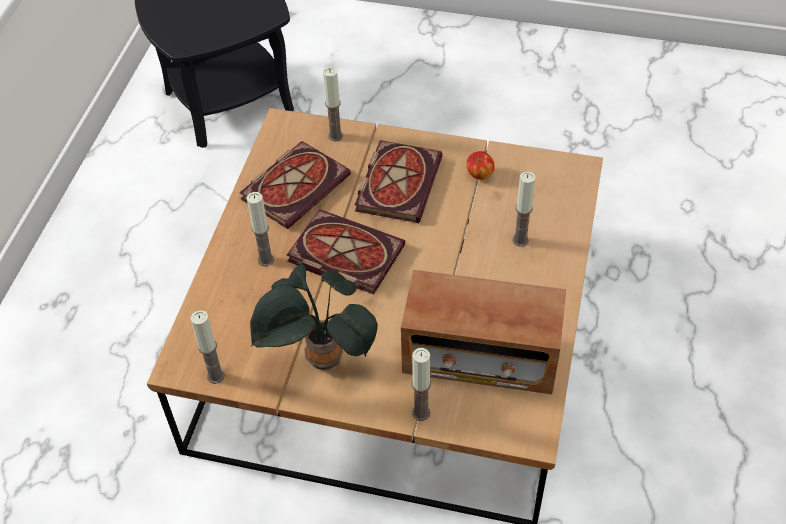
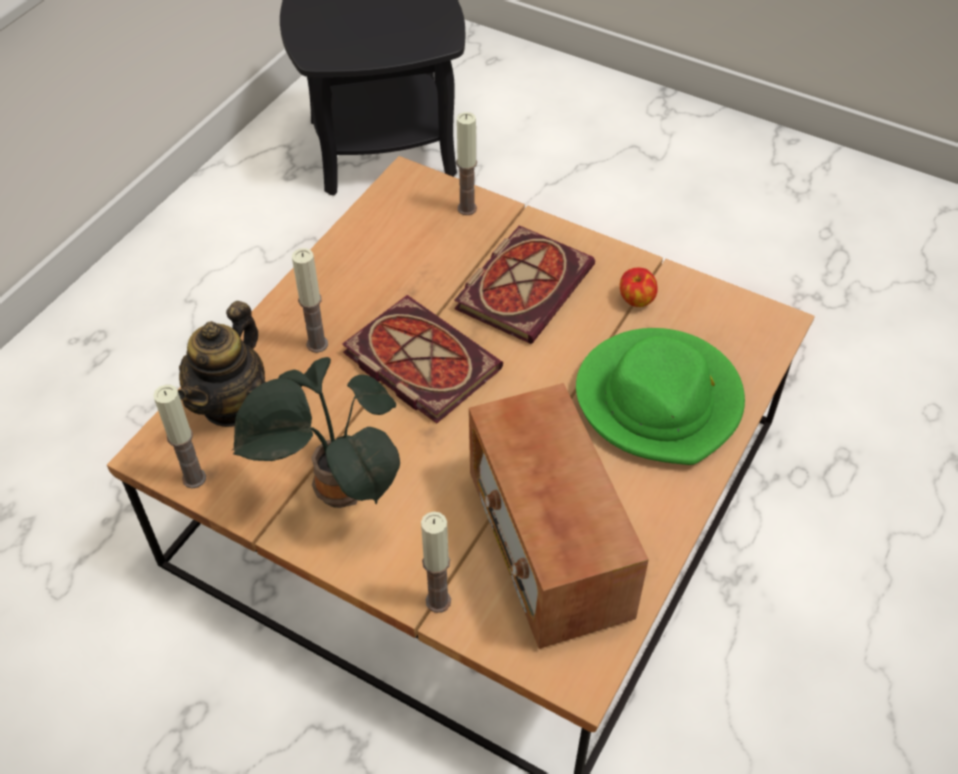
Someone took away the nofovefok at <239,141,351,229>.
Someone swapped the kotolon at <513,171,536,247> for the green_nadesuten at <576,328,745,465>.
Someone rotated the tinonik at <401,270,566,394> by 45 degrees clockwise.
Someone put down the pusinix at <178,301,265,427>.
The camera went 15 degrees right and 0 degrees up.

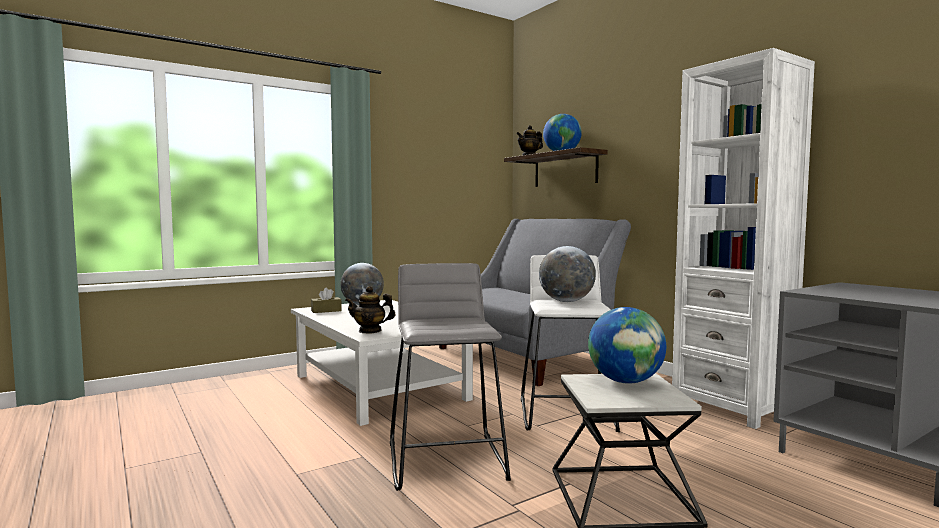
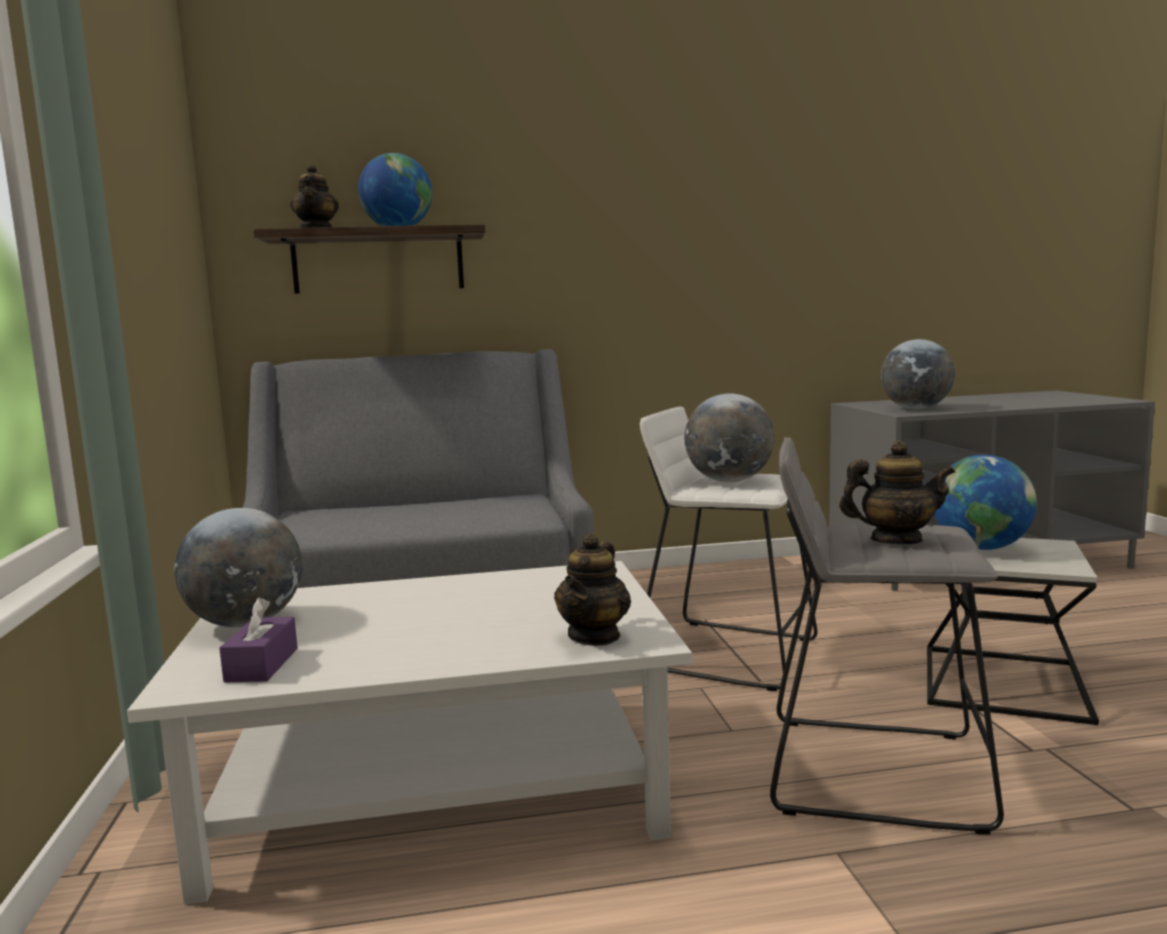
Someone took away the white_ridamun at <672,48,815,429>.
Someone repainted the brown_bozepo at <311,288,342,313>, which became the purple_bozepo at <219,598,298,683>.
Someone put down the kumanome at <880,339,955,409>.
Someone put down the pusinix at <839,441,955,544>.
The camera went 65 degrees left and 5 degrees up.

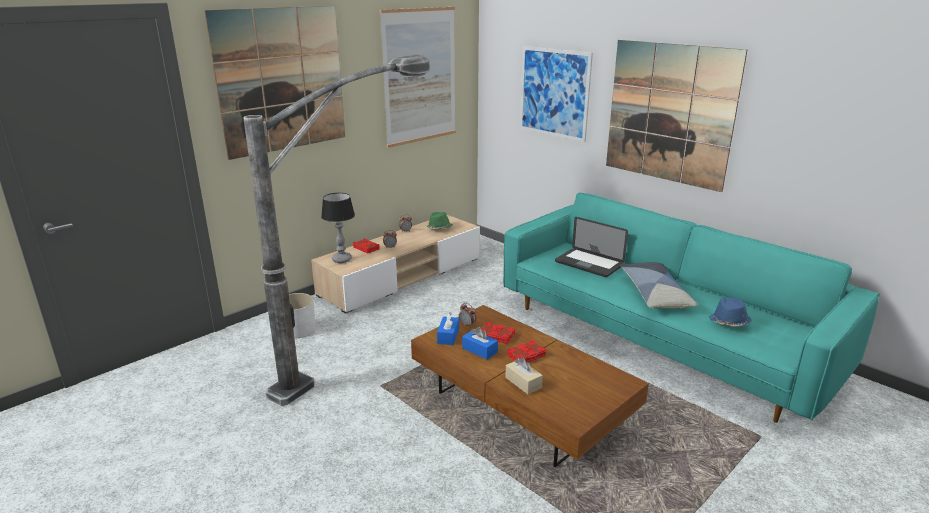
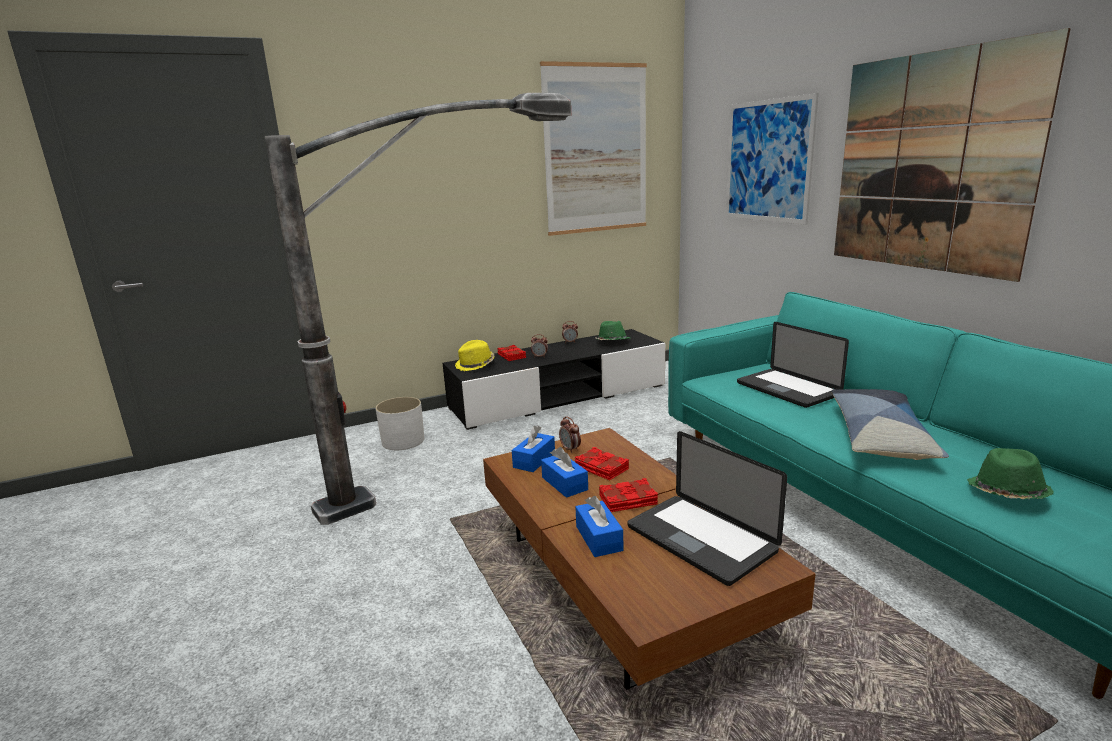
Someone took away the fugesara at <204,6,345,160>.
Someone swapped the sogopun at <321,193,355,263> for the yellow_nadesuten at <455,340,494,371>.
Someone repainted the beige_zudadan at <311,215,480,314>, which became the black_zudadan at <443,329,665,430>.
Someone repainted the blue_nadesuten at <709,298,751,326>, which became the green_nadesuten at <967,448,1054,499>.
Someone repainted the beige_bozepo at <505,357,543,394>, which became the blue_bozepo at <576,496,623,557>.
Someone put down the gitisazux at <628,431,787,586>.
The camera went 20 degrees right and 5 degrees down.

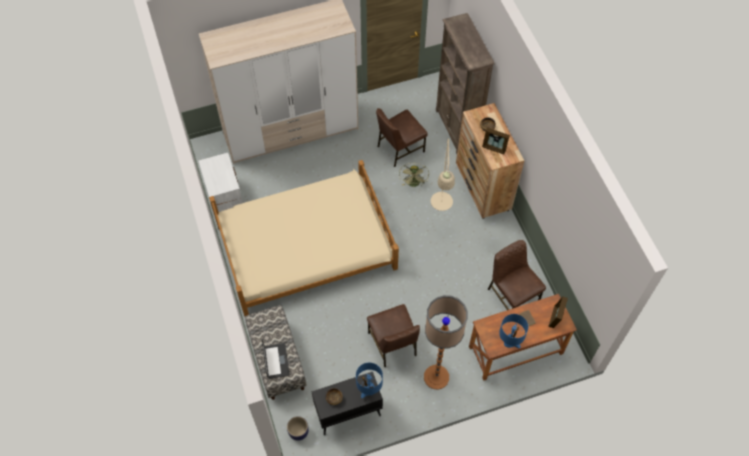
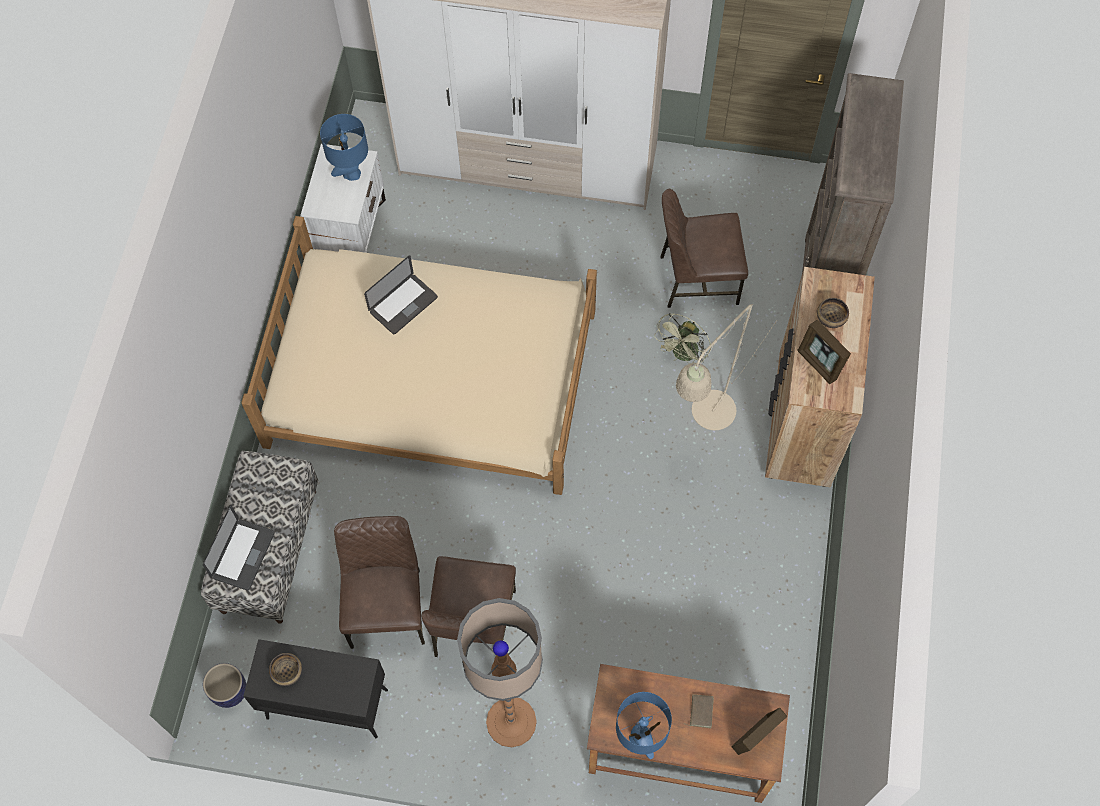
Someone carried the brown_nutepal from <488,240,546,310> to <334,516,425,649>.
Someone carried the blue_sogopun from <356,363,383,398> to <320,114,368,181>.
Someone put down the gitisazux at <364,255,438,334>.
The camera went 30 degrees right and 5 degrees up.

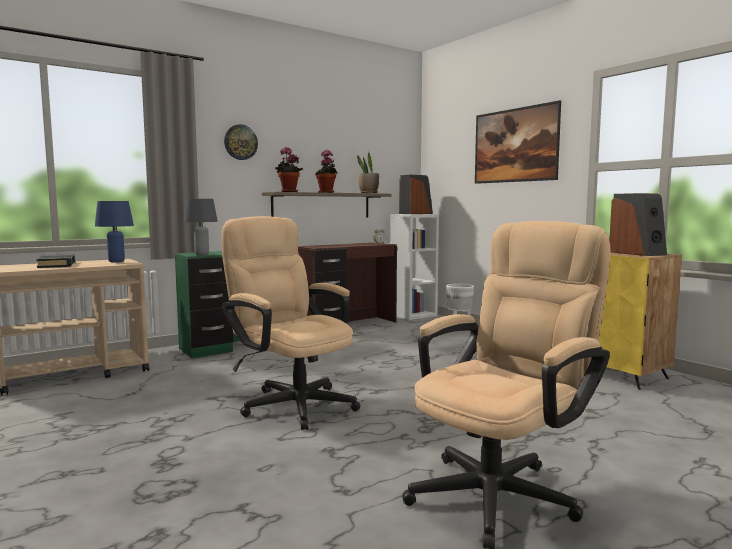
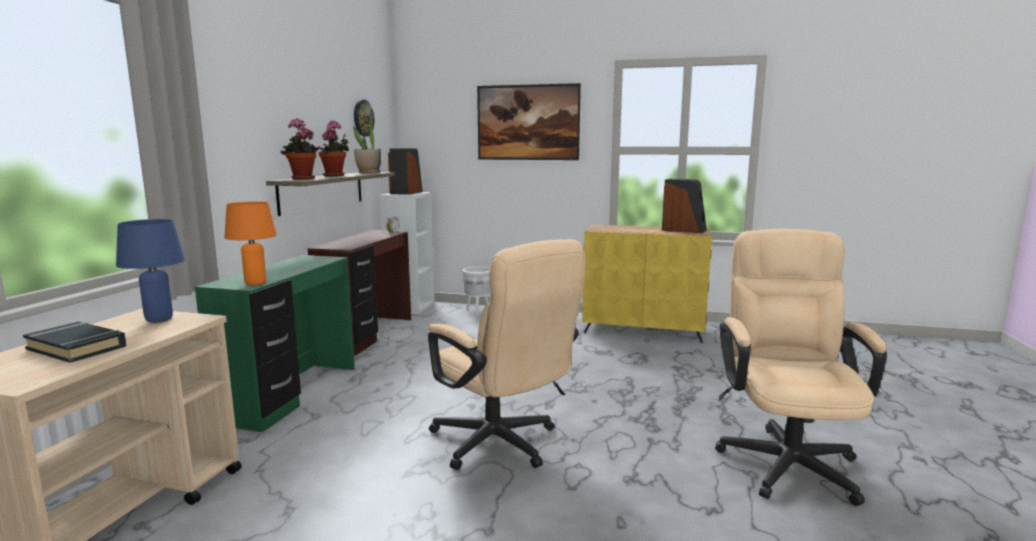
Someone carried the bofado from <224,124,258,160> to <354,99,374,136>.
Someone repainted the grey_sogopun at <184,199,218,255>, which became the orange_sogopun at <224,201,277,286>.
Someone rotated the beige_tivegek at <221,216,360,430> by 135 degrees counterclockwise.
The camera went 40 degrees left and 5 degrees up.

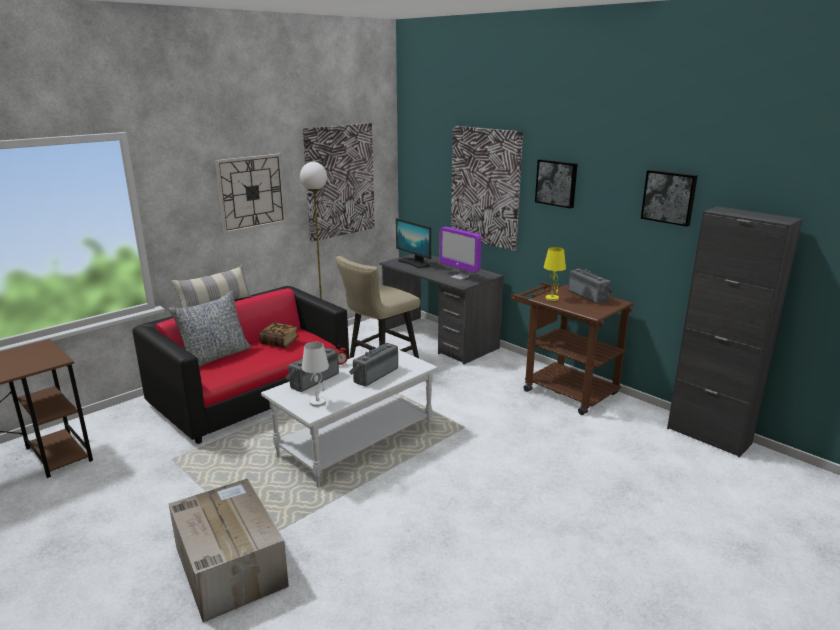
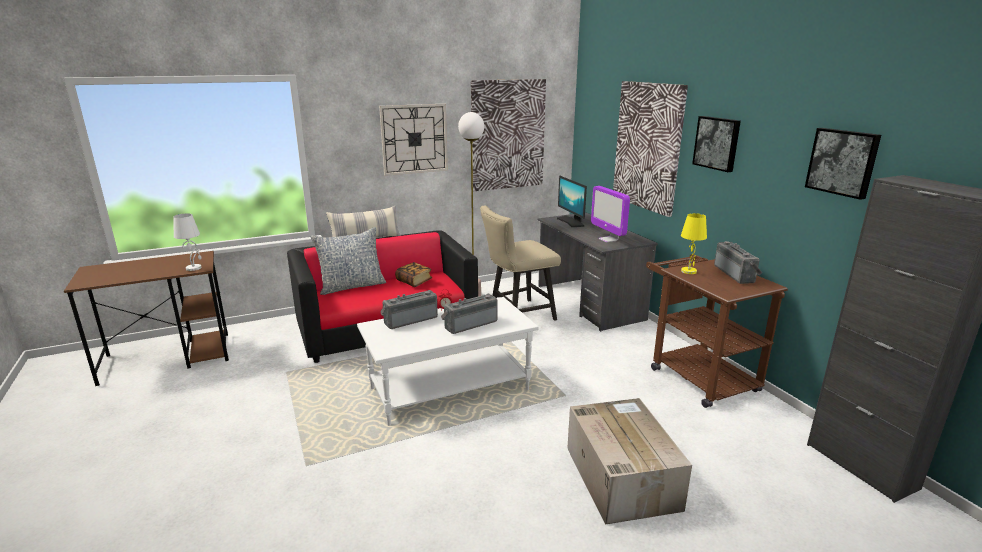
Someone carried the white_sogopun from <302,342,329,407> to <173,213,202,271>.
Someone carried the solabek from <169,478,289,622> to <567,398,692,525>.
The camera went 20 degrees right and 0 degrees up.

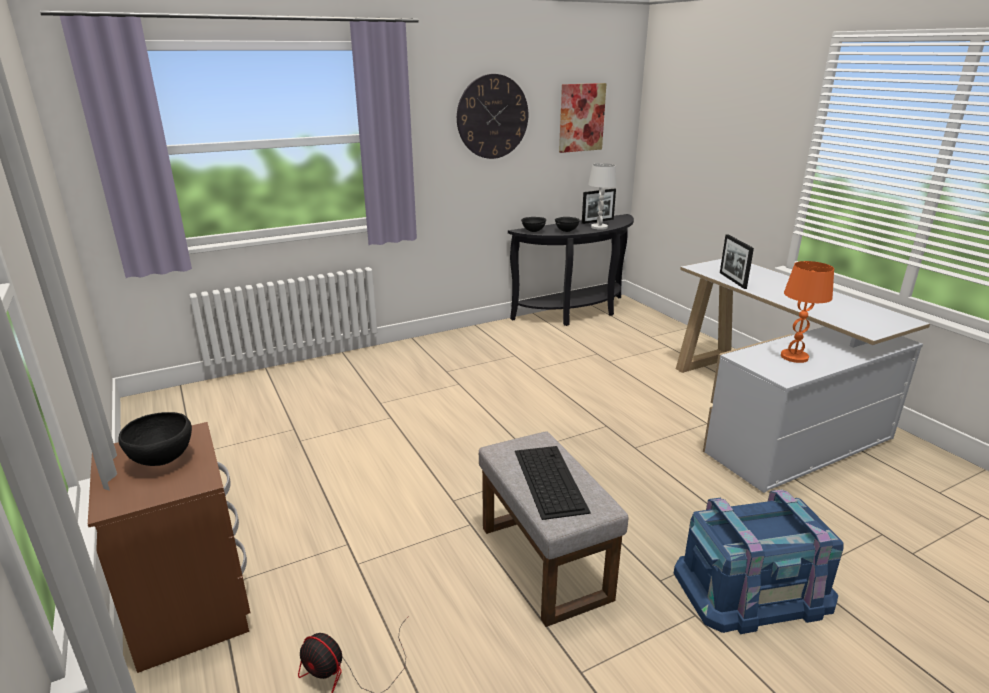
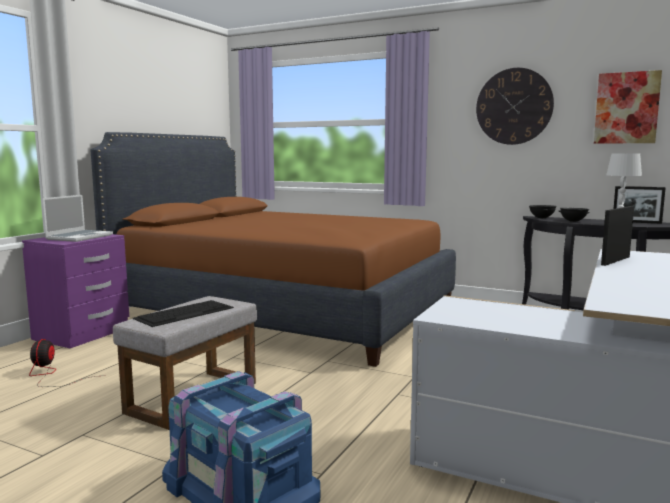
Someone took away the orange_sogopun at <781,261,834,363>.
Someone swapped the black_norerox at <118,412,192,466> for the gitisazux at <42,195,113,242>.
Someone repainted the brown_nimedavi at <88,422,251,673>, which became the purple_nimedavi at <22,234,129,348>.
Someone put down the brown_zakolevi at <91,132,456,367>.
The camera went 55 degrees right and 15 degrees down.

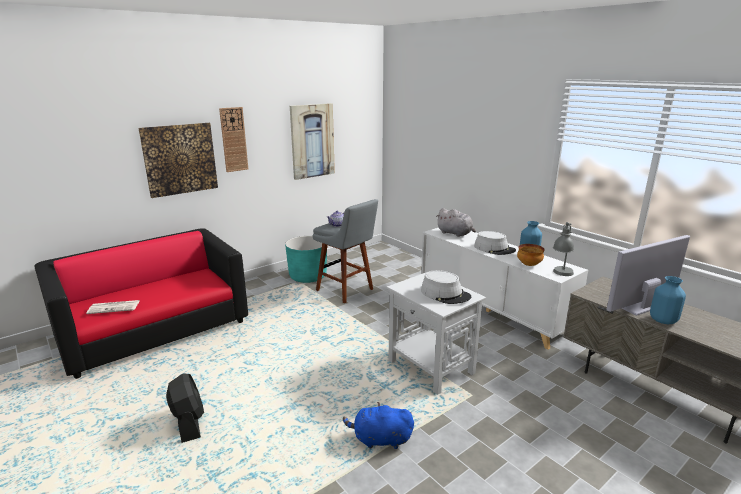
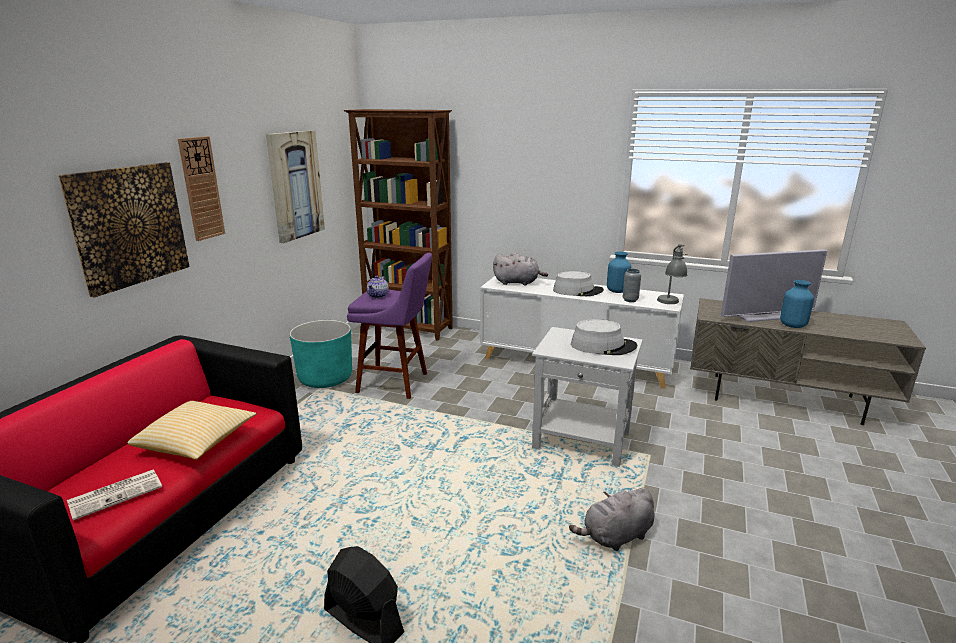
Someone repainted the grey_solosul at <313,199,378,303>, which became the purple_solosul at <347,253,432,399>.
Someone rotated the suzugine at <607,235,690,316> by 135 degrees counterclockwise.
Someone swapped the norerox at <517,244,545,266> for the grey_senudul at <623,269,641,302>.
Someone repainted the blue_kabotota at <343,402,414,449>, which became the grey_kabotota at <569,488,655,551>.
Someone put down the brown_ridamun at <344,109,453,341>.
Someone put down the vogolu at <128,401,256,460>.
The camera went 30 degrees left and 0 degrees up.

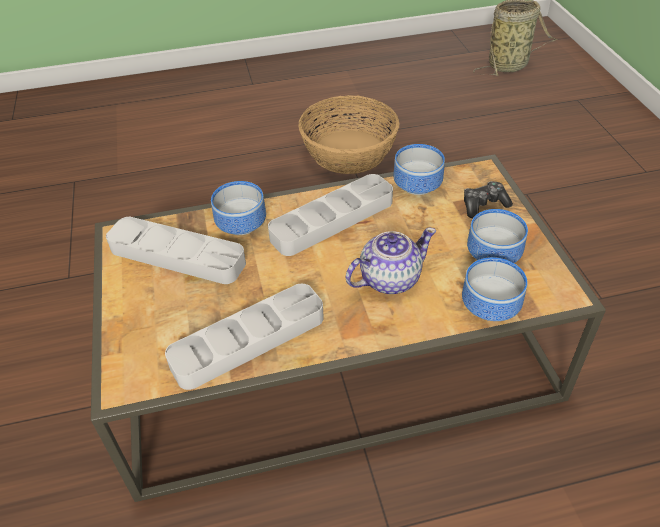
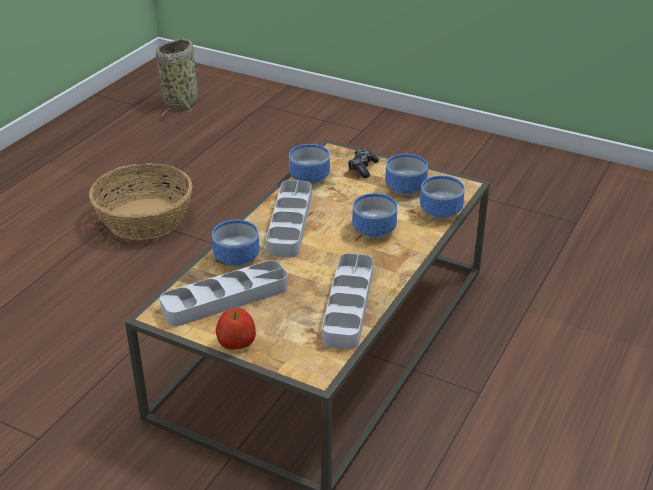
Someone swapped the pusinix at <346,228,436,294> for the norerox at <352,193,397,238>.
Someone put down the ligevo at <216,308,256,350>.
The camera went 50 degrees left and 10 degrees down.

